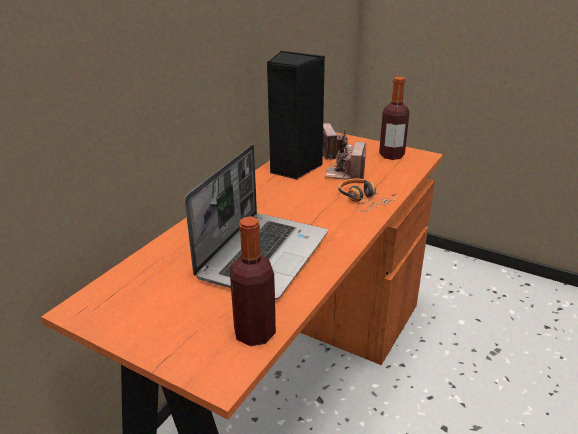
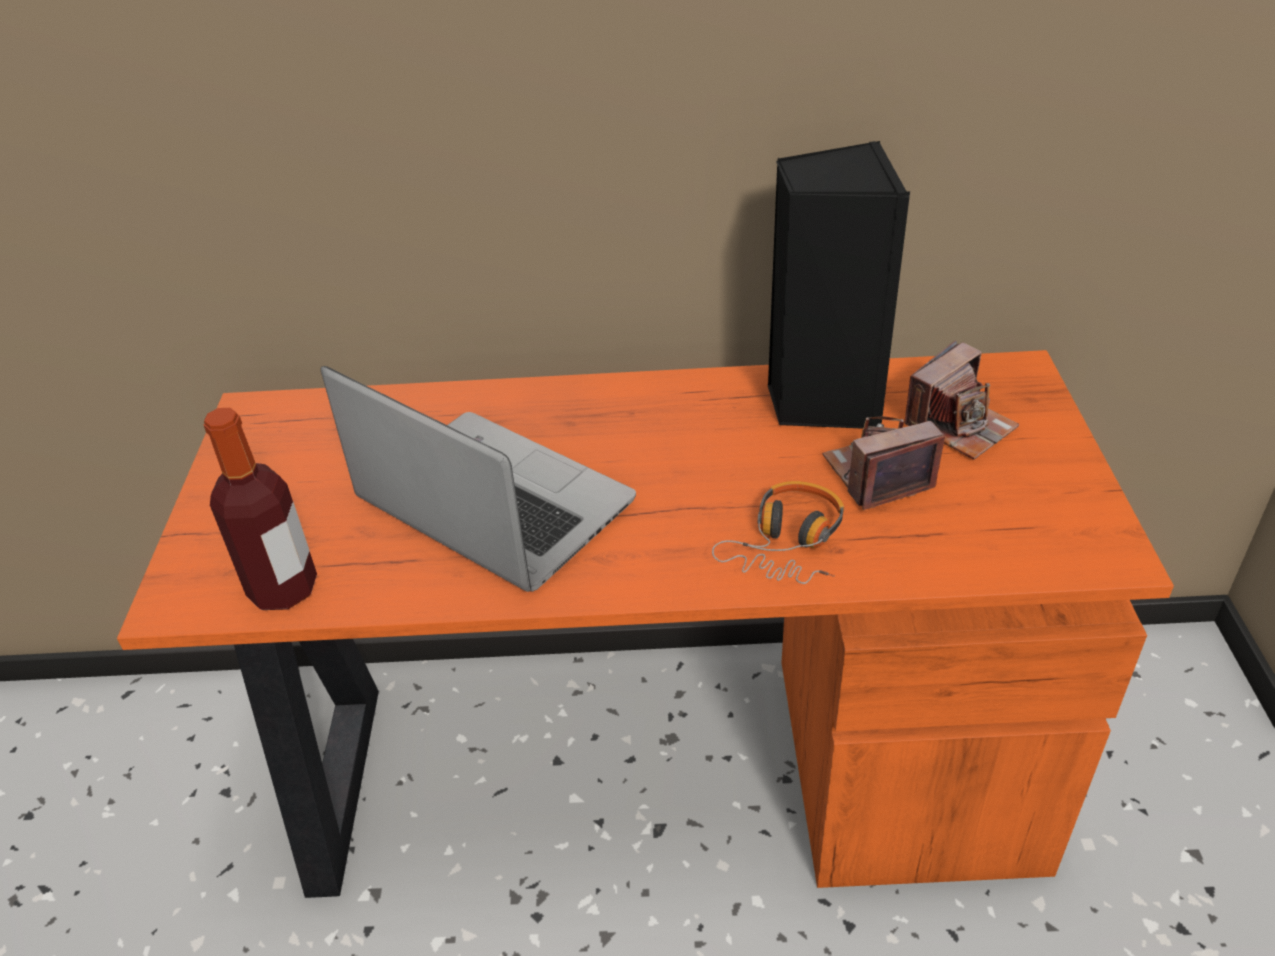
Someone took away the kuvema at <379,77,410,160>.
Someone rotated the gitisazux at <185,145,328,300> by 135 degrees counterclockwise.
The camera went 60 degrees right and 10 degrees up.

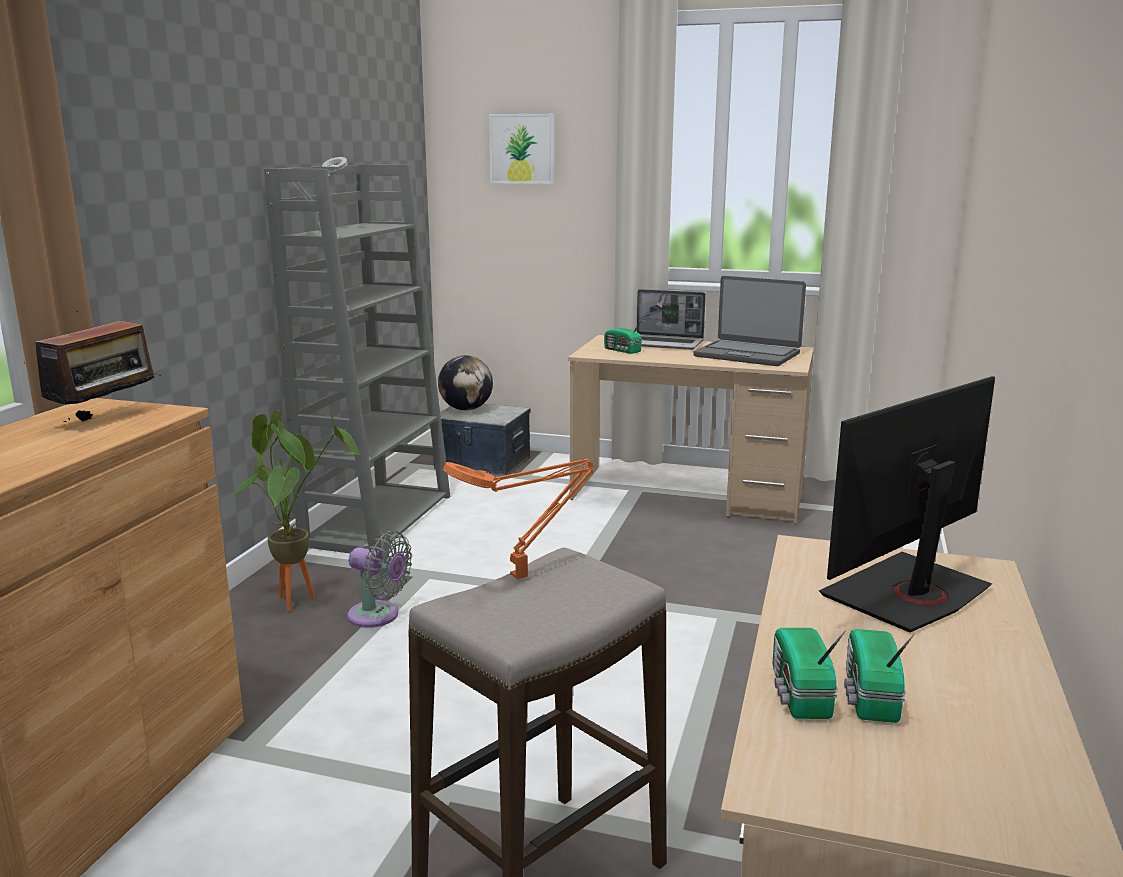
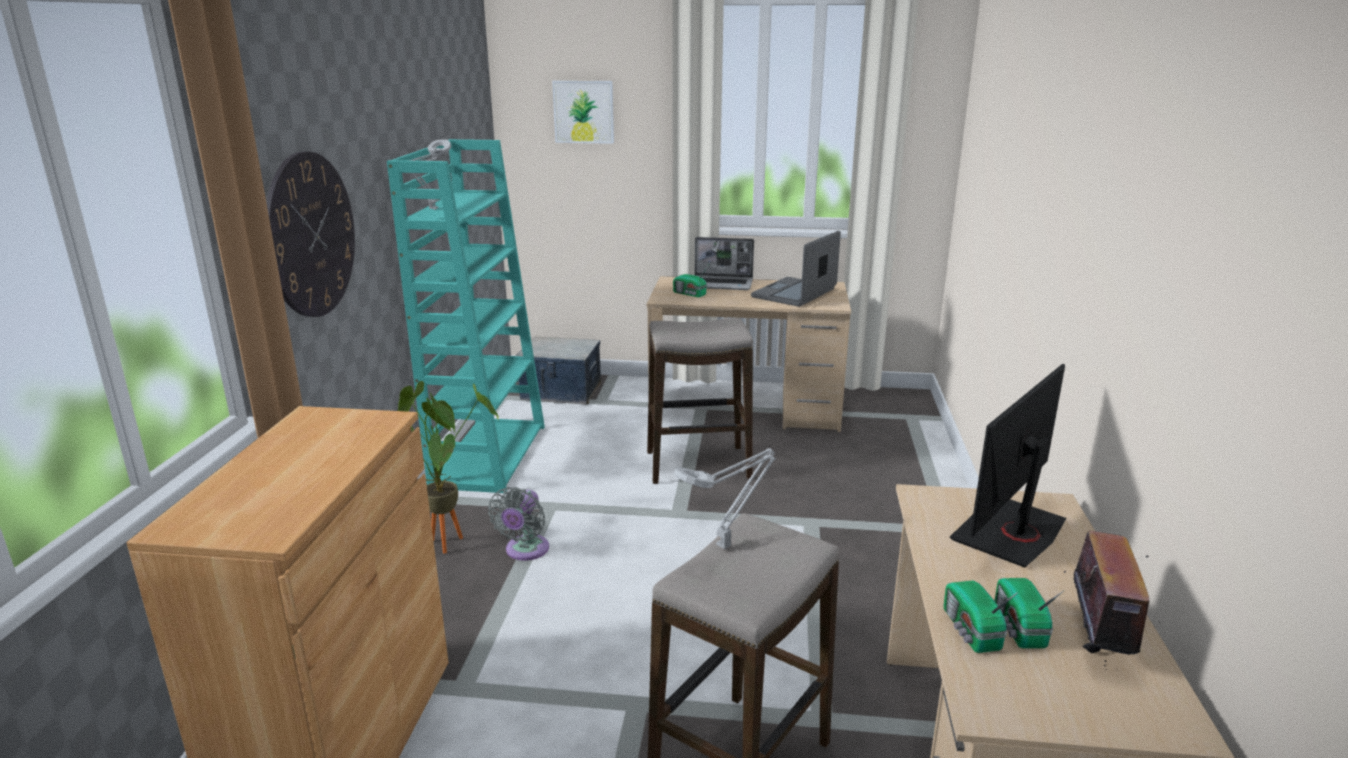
Someone repainted the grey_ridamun at <264,164,451,553>, which became the turquoise_ridamun at <387,139,545,493>.
Someone rotated the gitisazux at <693,276,806,366> by 105 degrees clockwise.
Someone carried the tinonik from <22,308,161,422> to <1064,530,1160,670>.
Someone took away the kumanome at <438,355,493,410>.
Someone repainted the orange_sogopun at <443,458,594,579>, which became the grey_sogopun at <674,448,776,549>.
Someone rotated the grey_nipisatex at <347,531,412,628> by 90 degrees clockwise.
Someone put up the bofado at <266,151,355,317>.
Someone put down the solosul at <647,318,753,484>.
The camera went 10 degrees left and 5 degrees up.

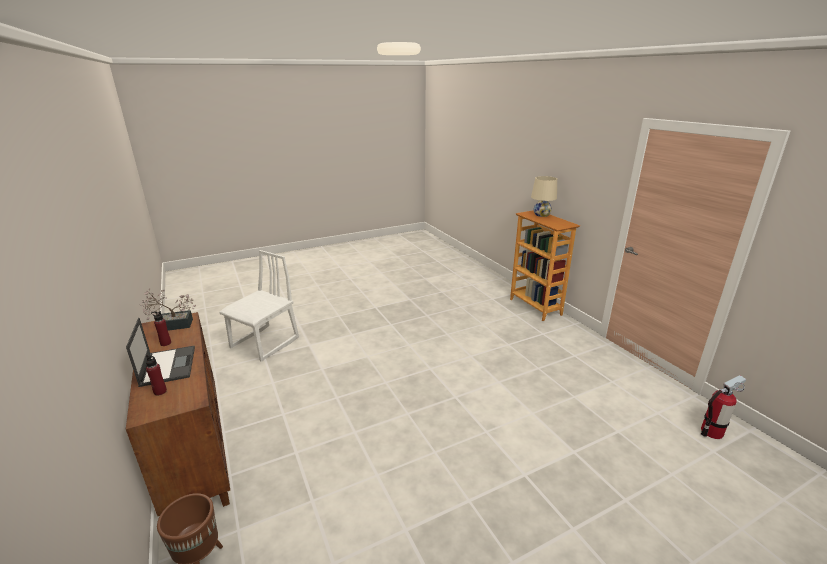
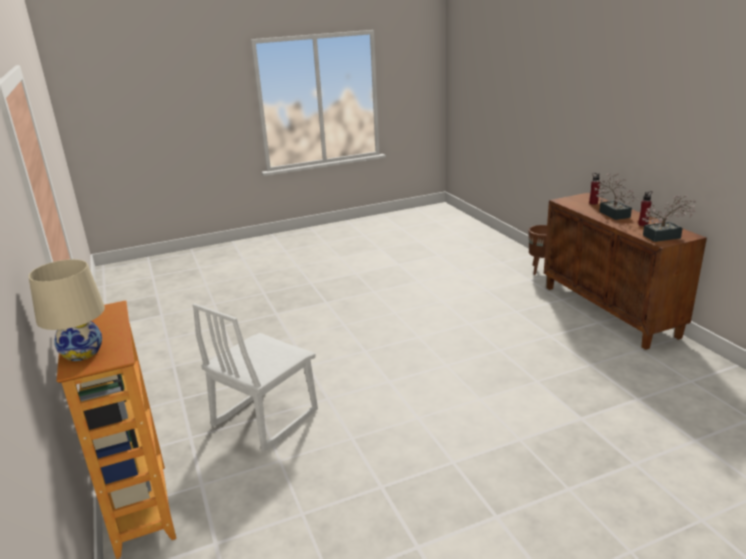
Someone carried the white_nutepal from <219,250,299,362> to <193,303,318,451>.
Someone swapped the gitisazux at <126,318,195,387> for the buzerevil at <594,173,639,220>.
Someone took away the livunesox at <701,375,746,439>.
The camera went 175 degrees left and 0 degrees up.

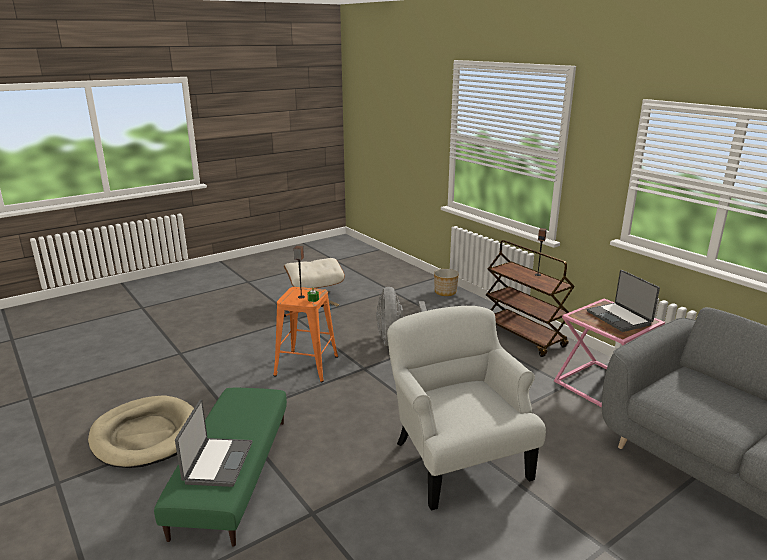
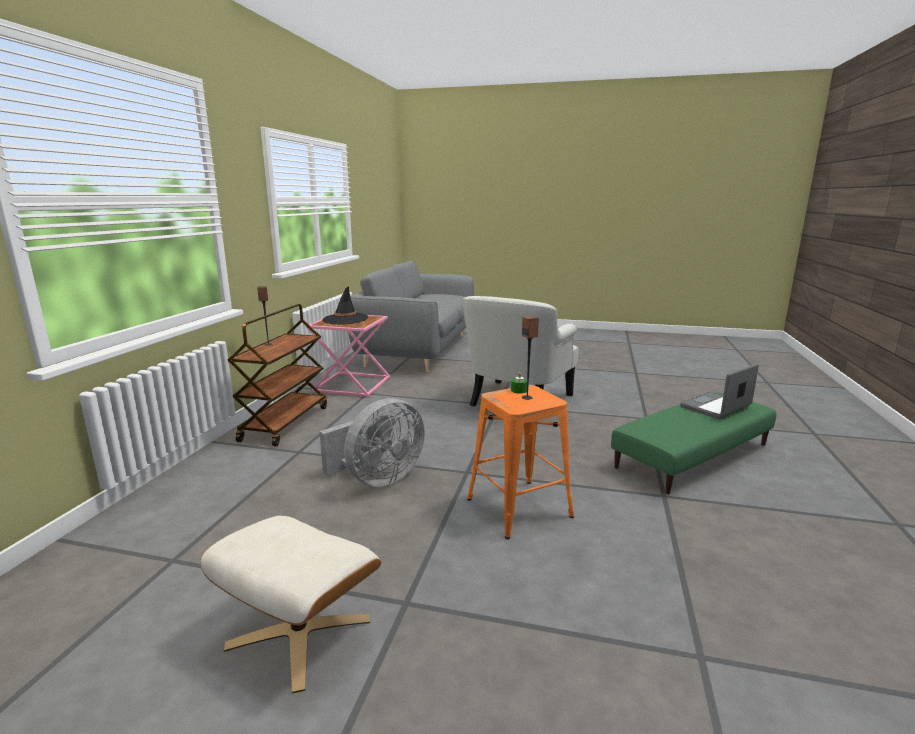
Someone took away the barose at <434,269,459,296>.
Someone swapped the gitisazux at <587,270,660,332> for the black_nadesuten at <322,287,368,324>.
Someone took away the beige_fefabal at <88,396,194,468>.
The camera went 130 degrees left and 5 degrees down.

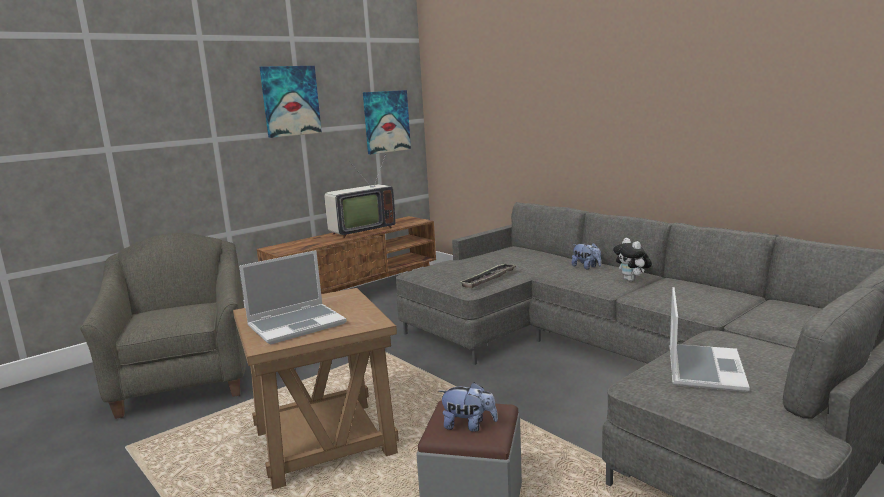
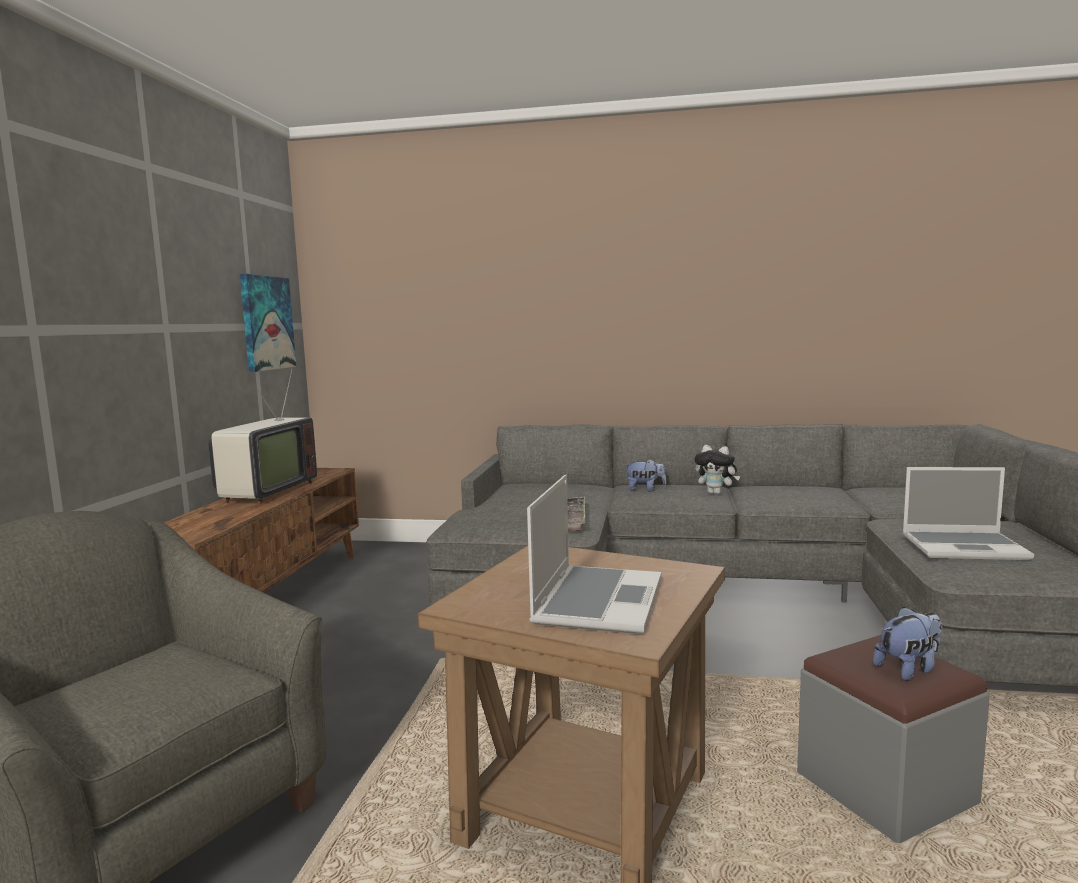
Someone took away the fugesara at <260,66,322,138>.
Someone rotated the gitisazux at <670,287,750,392> by 120 degrees clockwise.
The camera went 40 degrees left and 5 degrees down.

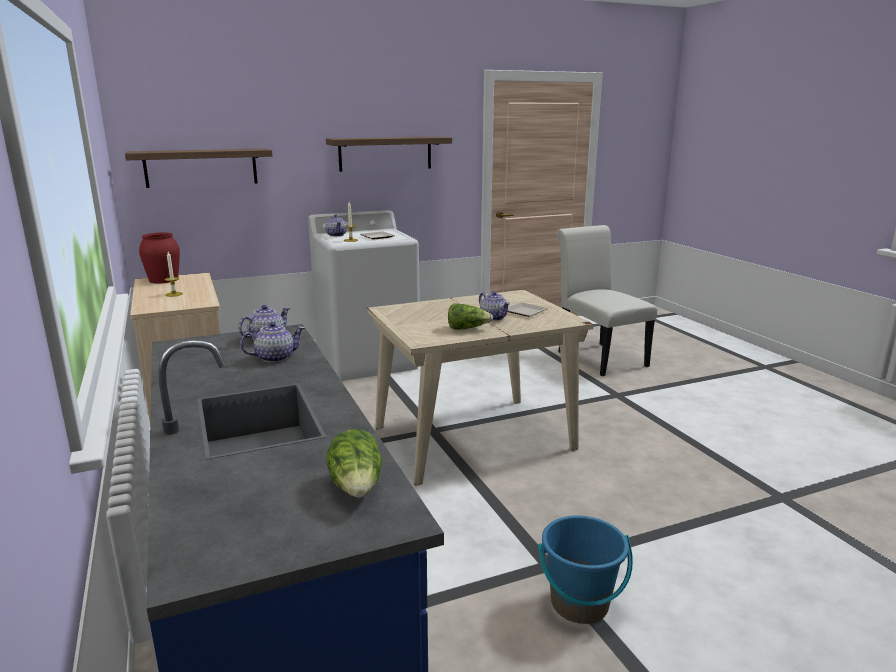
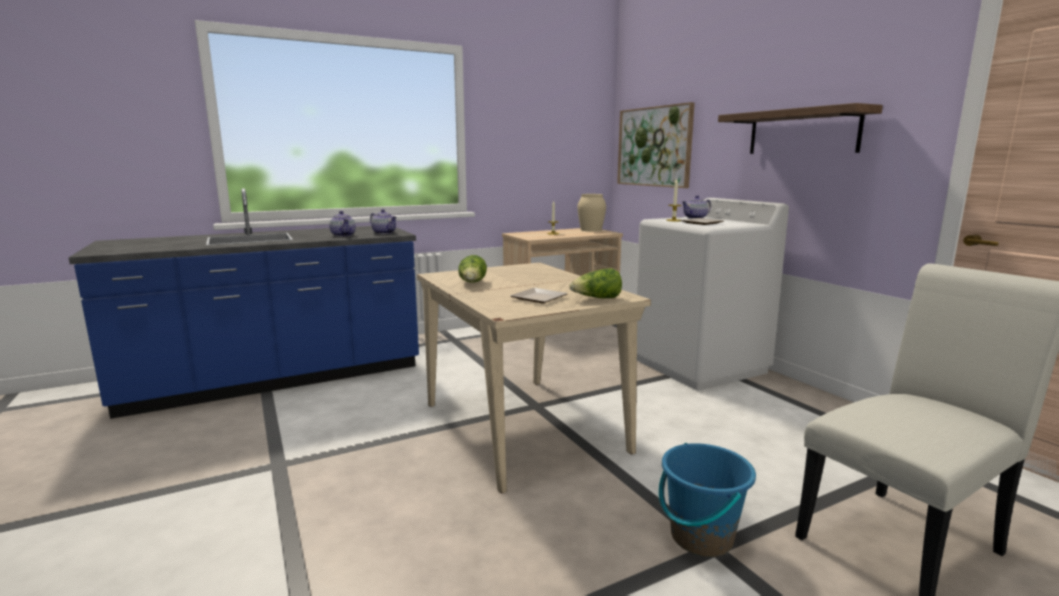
Someone swapped the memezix at <125,148,273,188> for the fugesara at <617,102,695,188>.
Someone repainted the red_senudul at <139,232,180,284>, which became the beige_senudul at <578,194,606,231>.
Someone took away the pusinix at <479,291,510,321>.
Someone carried the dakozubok from <326,429,382,498> to <569,268,622,298>.
Someone carried the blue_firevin from <538,515,633,624> to <659,443,756,557>.
The camera went 85 degrees right and 5 degrees down.

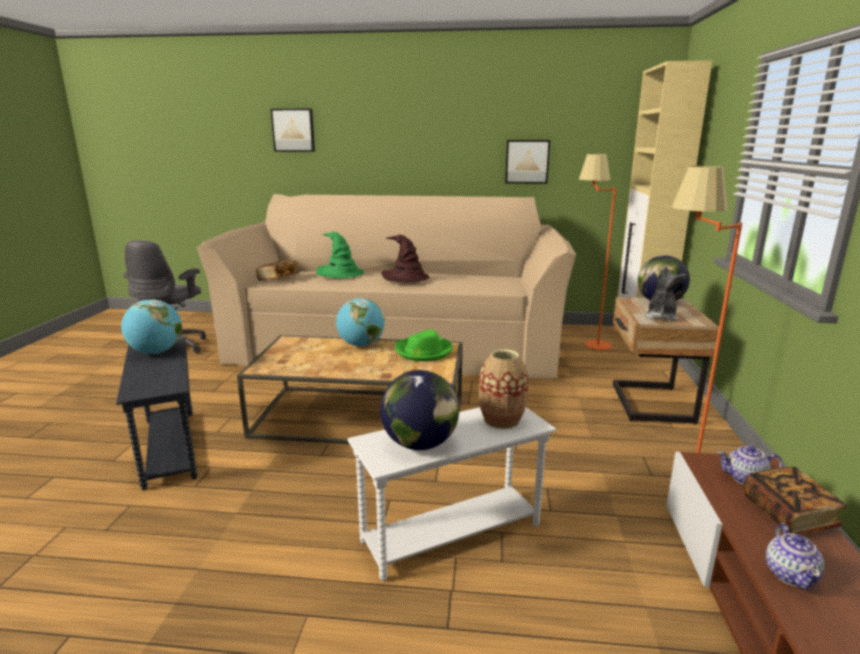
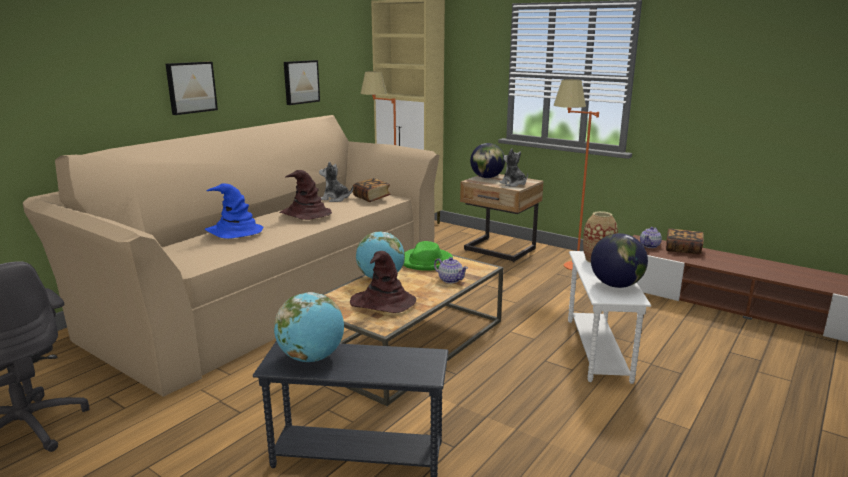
Someone carried the fugesara from <271,109,315,152> to <166,62,218,115>.
Someone repainted the green_nadesuten at <316,232,364,278>, which became the blue_nadesuten at <205,183,263,239>.
Someone carried the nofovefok from <256,261,299,281> to <353,178,391,202>.
Someone carried the pusinix from <766,523,824,589> to <434,257,468,283>.
Someone put down the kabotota at <319,161,353,202>.
Someone put down the brown_nadesuten at <350,251,416,313>.
The camera went 60 degrees left and 0 degrees up.

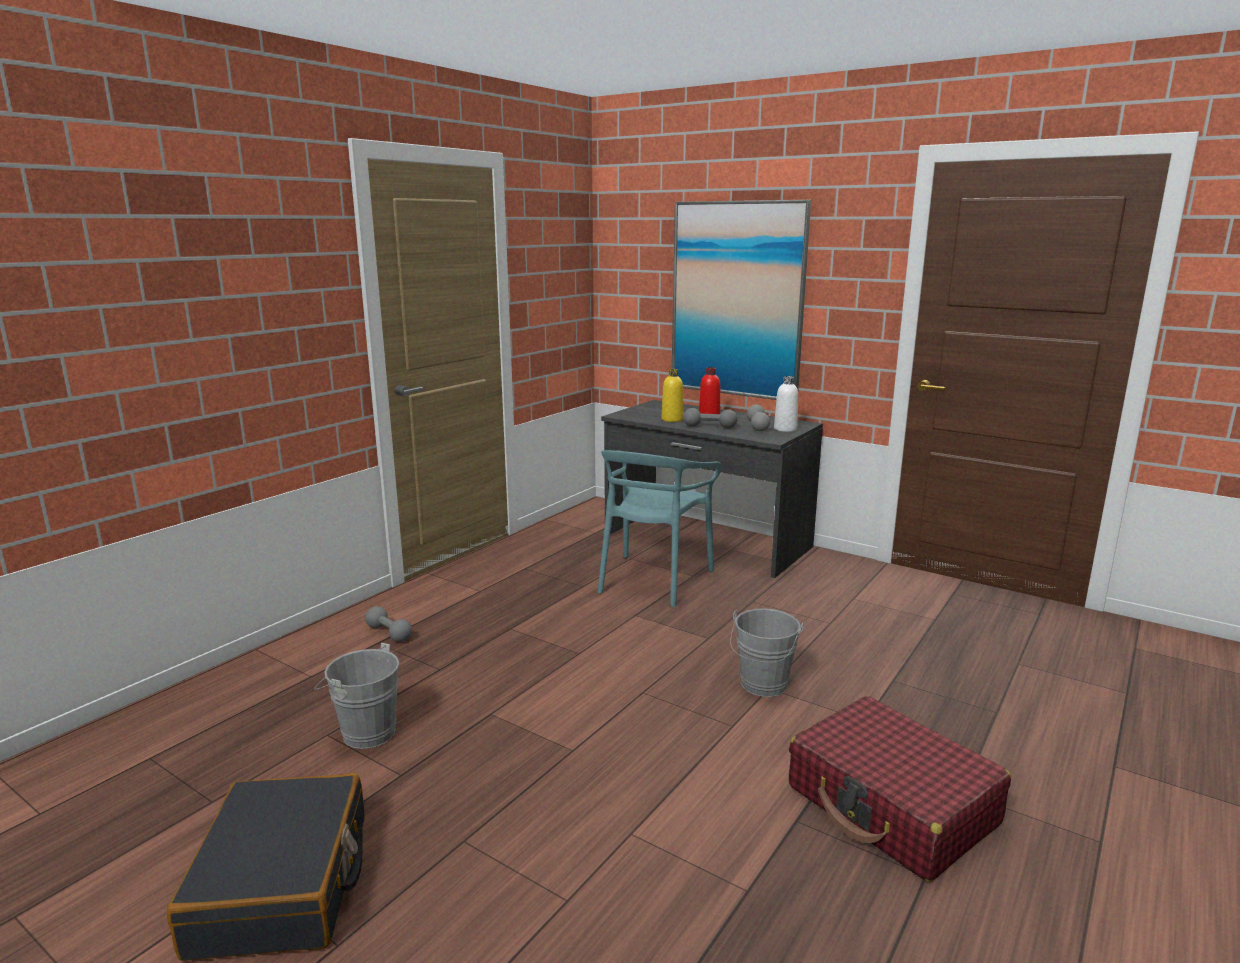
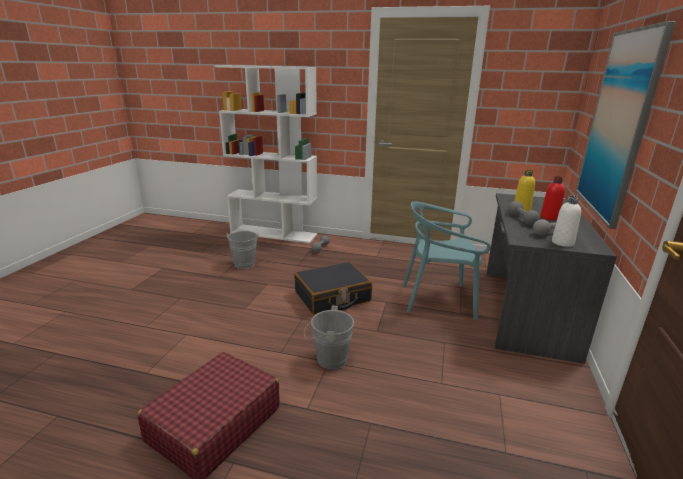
Someone carried the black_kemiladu from <167,773,365,961> to <294,262,372,315>.
Someone put down the white_ridamun at <215,65,317,243>.
The camera went 70 degrees right and 5 degrees up.

